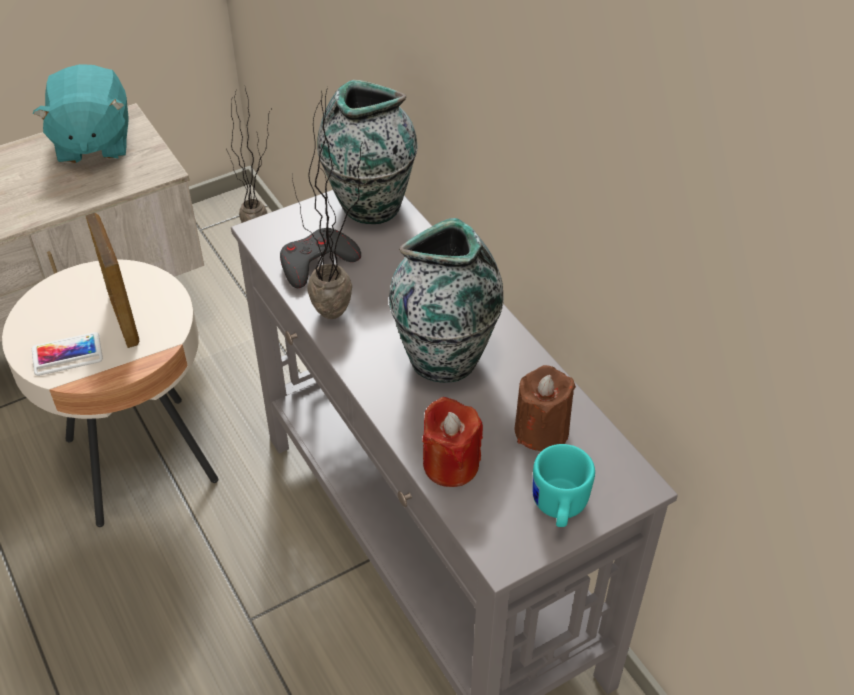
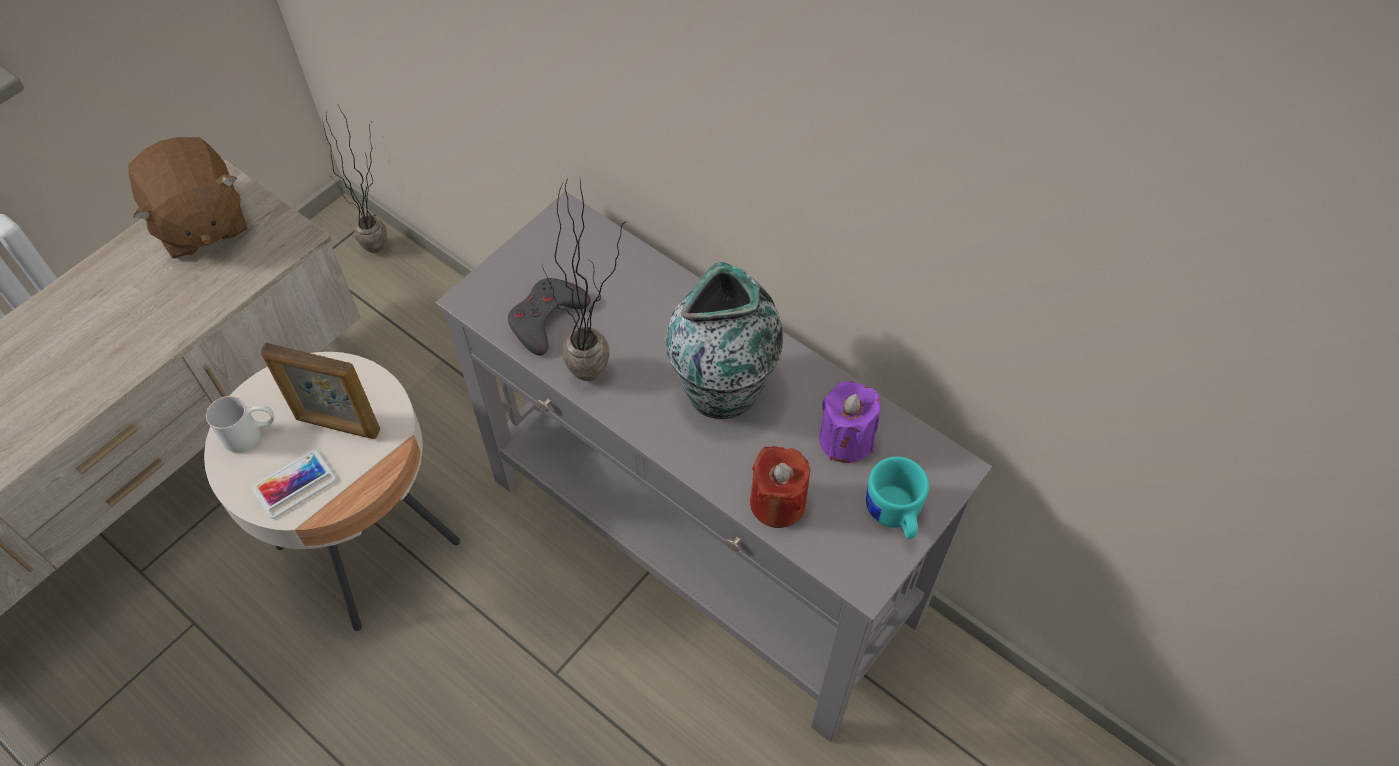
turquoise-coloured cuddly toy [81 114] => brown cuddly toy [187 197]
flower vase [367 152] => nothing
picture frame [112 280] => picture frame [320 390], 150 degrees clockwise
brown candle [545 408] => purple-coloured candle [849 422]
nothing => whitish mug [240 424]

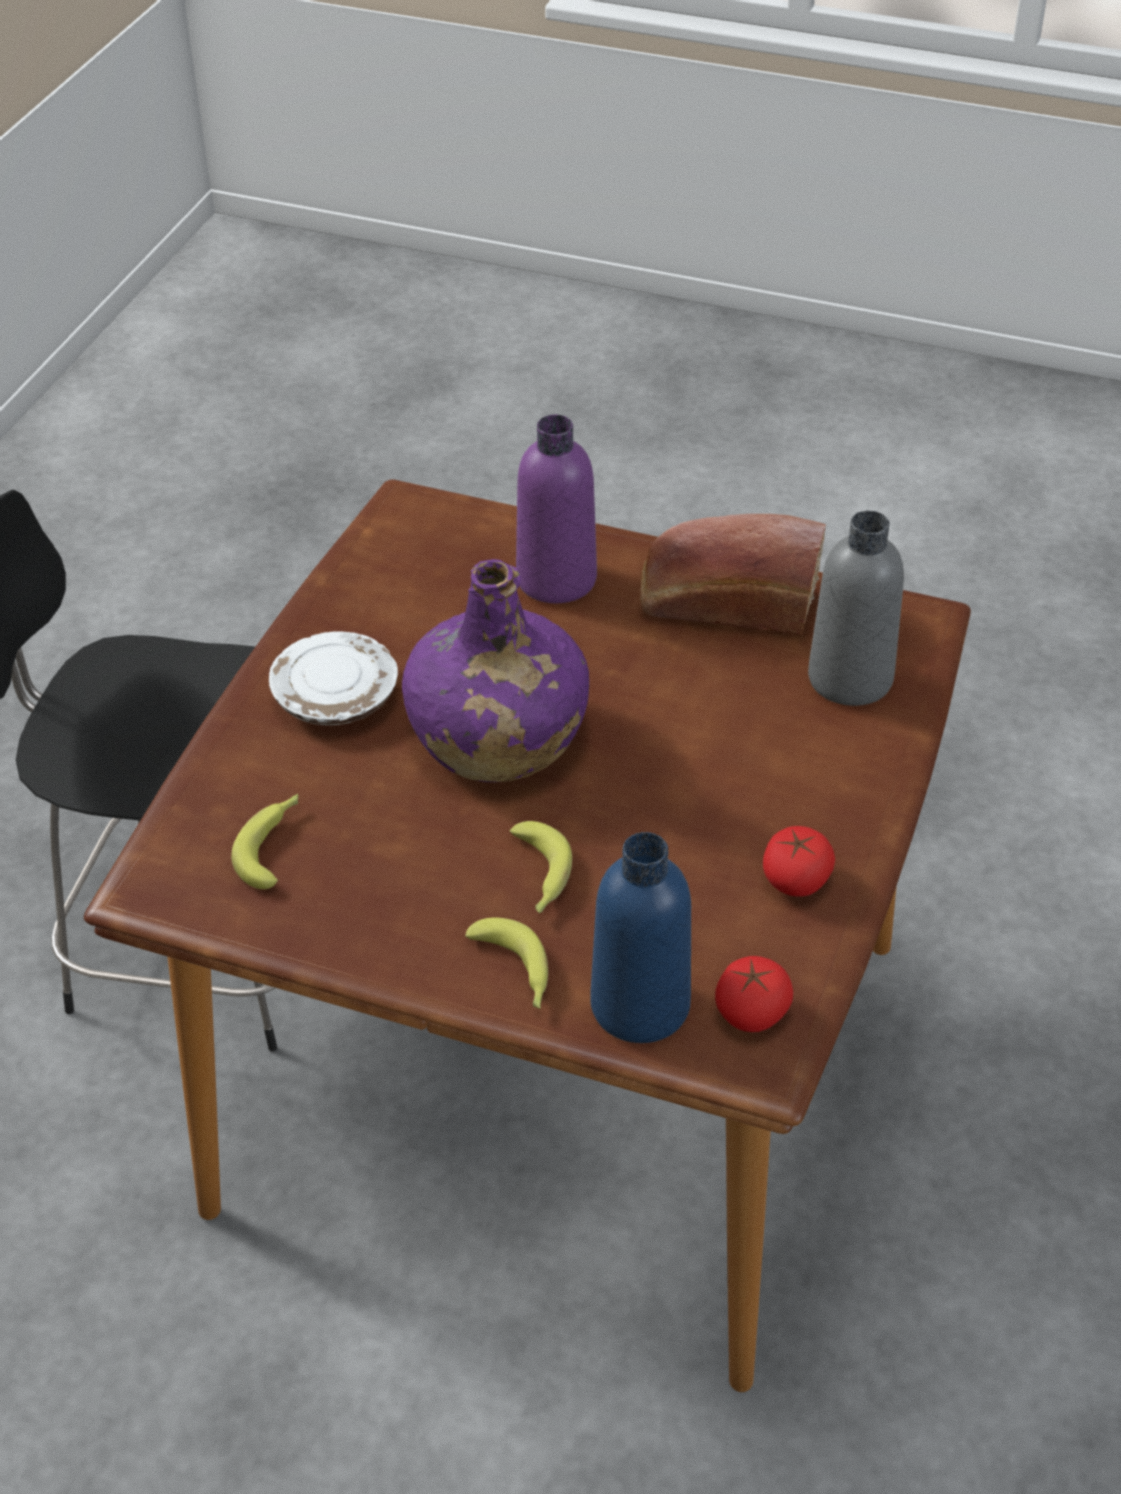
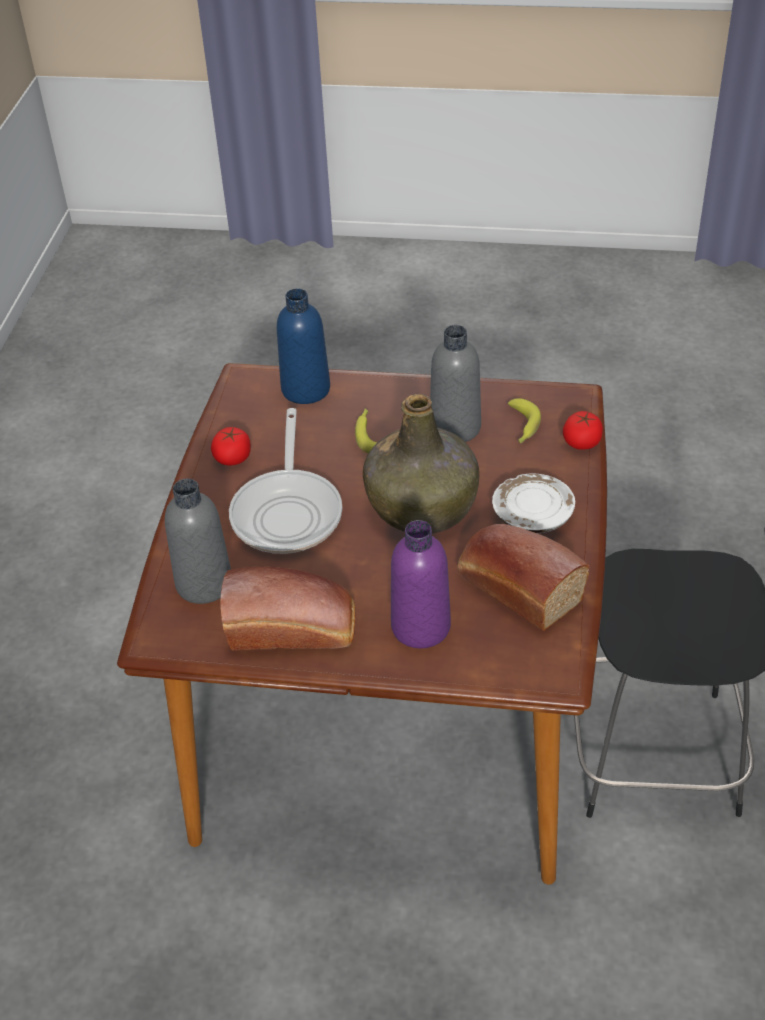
purple-coloured beverage bottle [495 670] => greenish beverage bottle [421 463]
whole banana [506 963] => nothing
fresh tomato [754 994] => fresh tomato [583 430], moved
nothing => grey beverage bottle [455 383]
nothing => skillet [285 481]
nothing => bread [523 577]

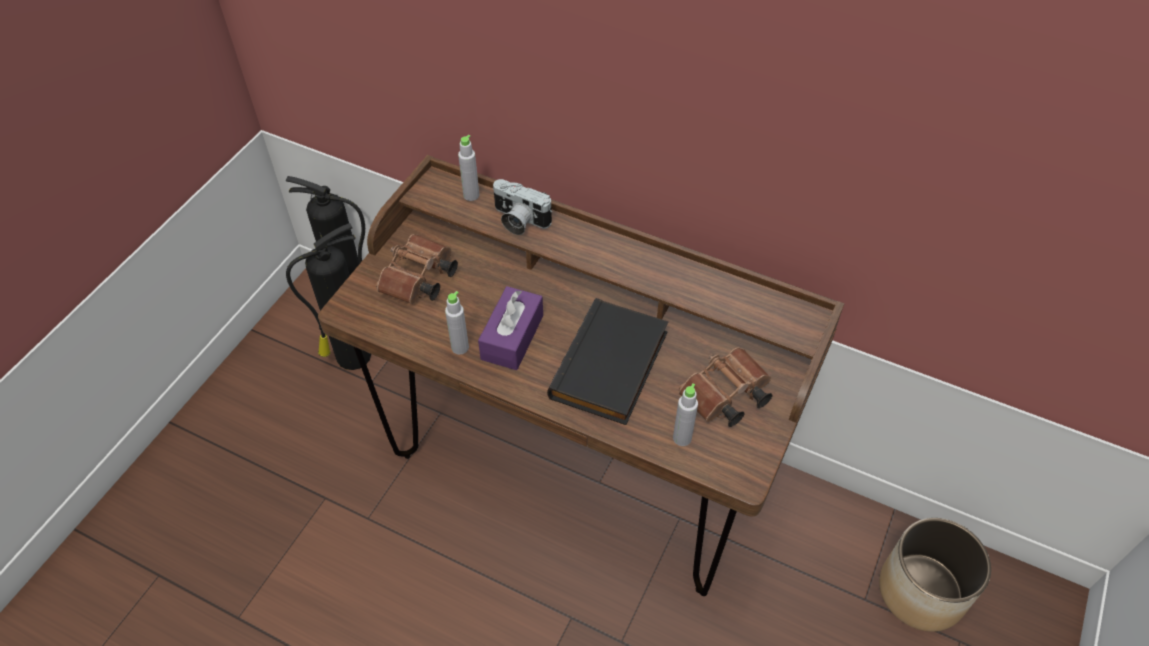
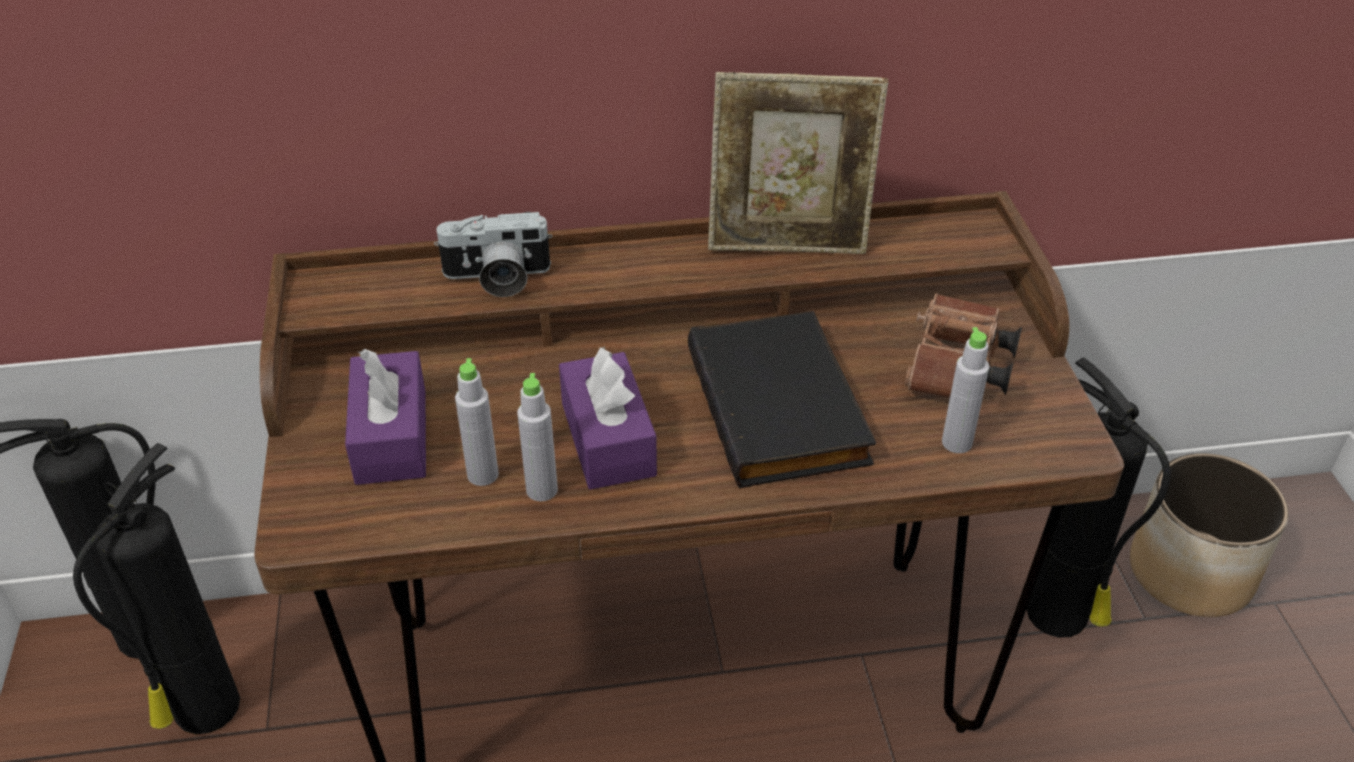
grey beverage bottle [468 168] => grey beverage bottle [477 422], moved
brown field glasses [417 269] => purple-coloured tissue holder [385 417]
nothing => picture frame [798 163]
nothing => fire extinguisher [1098 498]

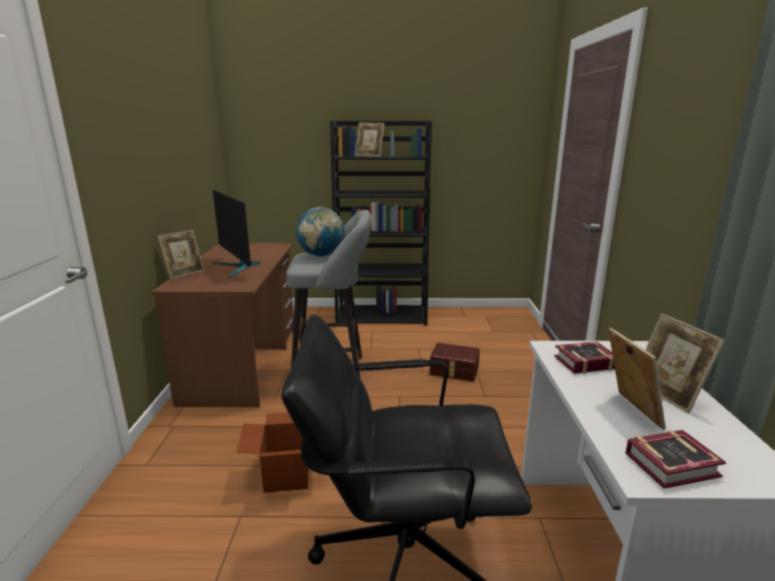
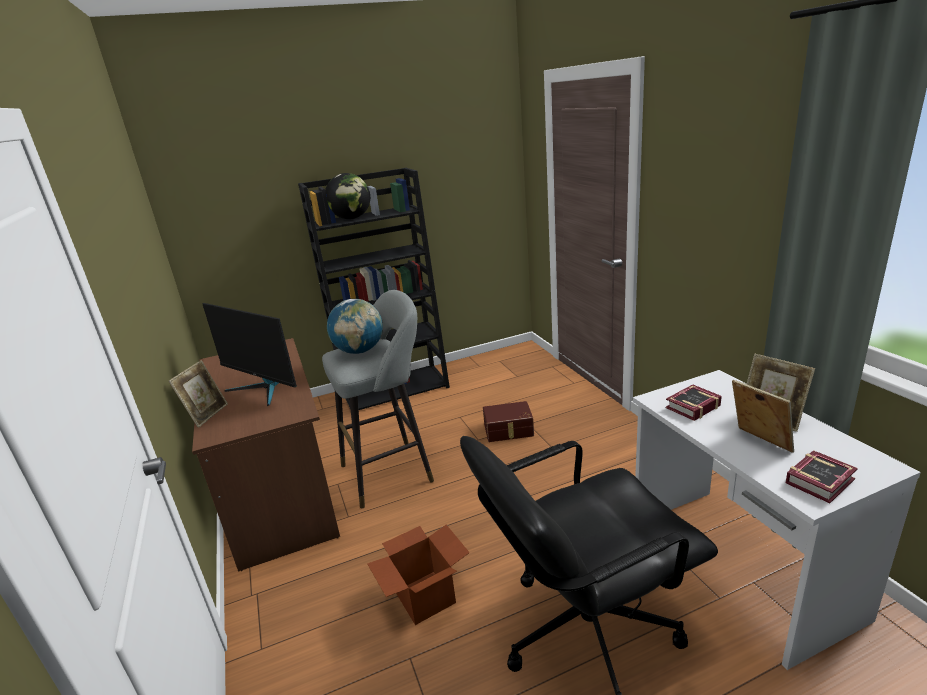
picture frame [370 139] => desk globe [347 196]

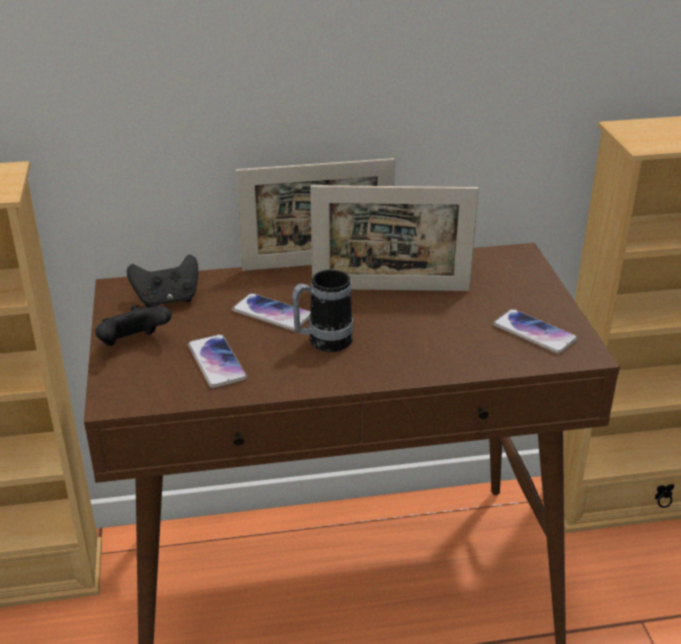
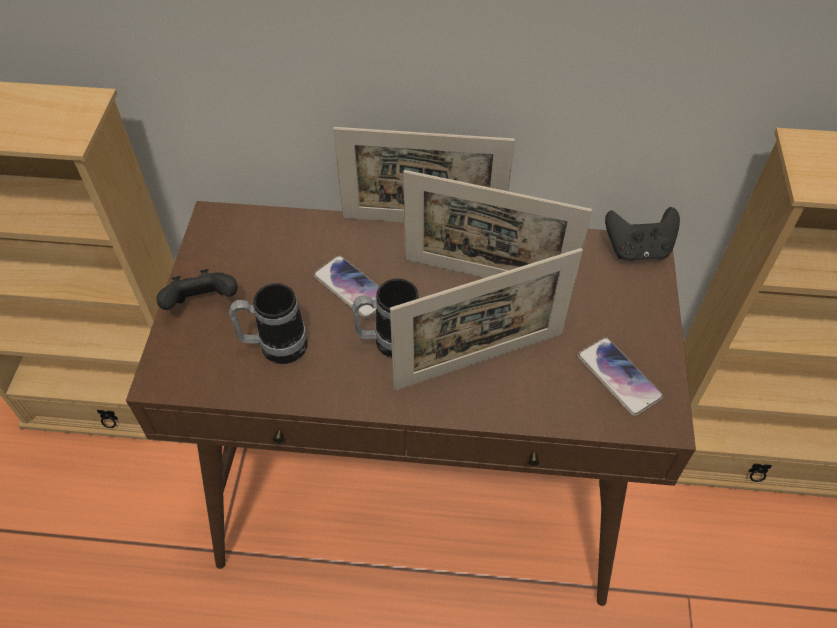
black joypad [162 280] => black joypad [642 234], moved
telephone [217 361] => mug [268 323]
nothing => picture frame [486 319]

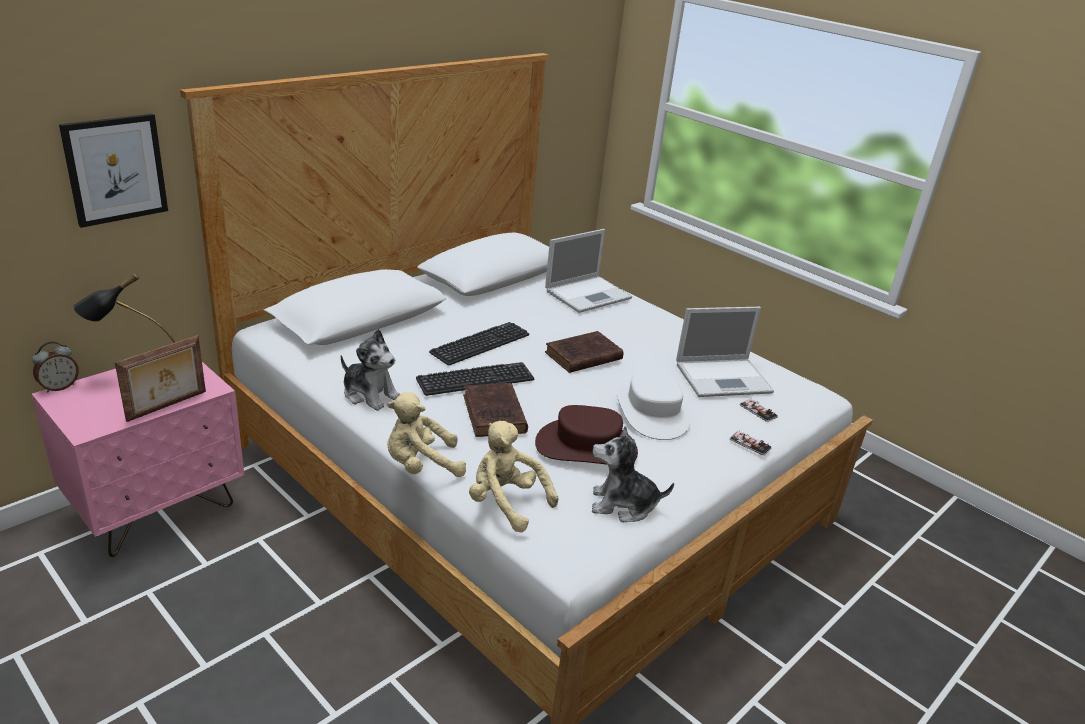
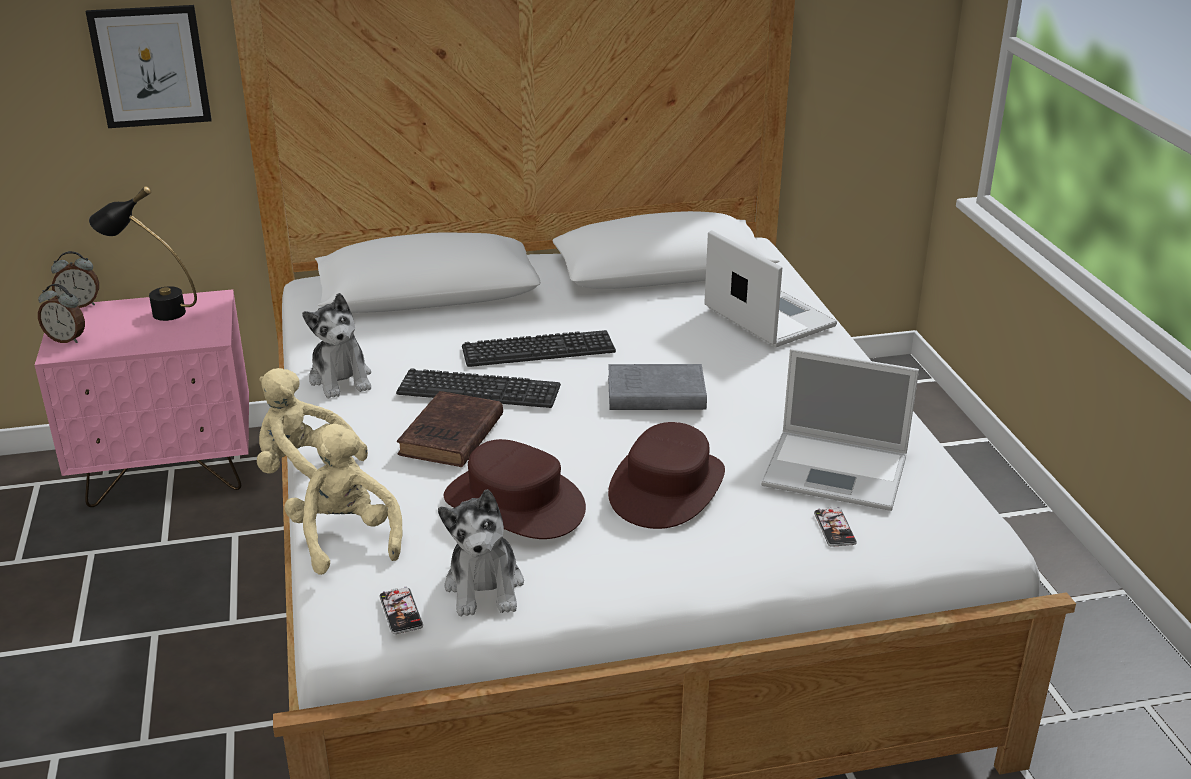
notebook computer [588 271] => notebook computer [770 288], 120 degrees counterclockwise
brown book [584 352] => grey book [657 387]
picture frame [160 378] => nothing
whitish clothing hat [653 404] => brown clothing hat [666 475]
cuddly toy [633 474] => cuddly toy [481 553], 135 degrees counterclockwise
telephone [751 442] => telephone [401 610], moved
nothing => table clock [61 313]

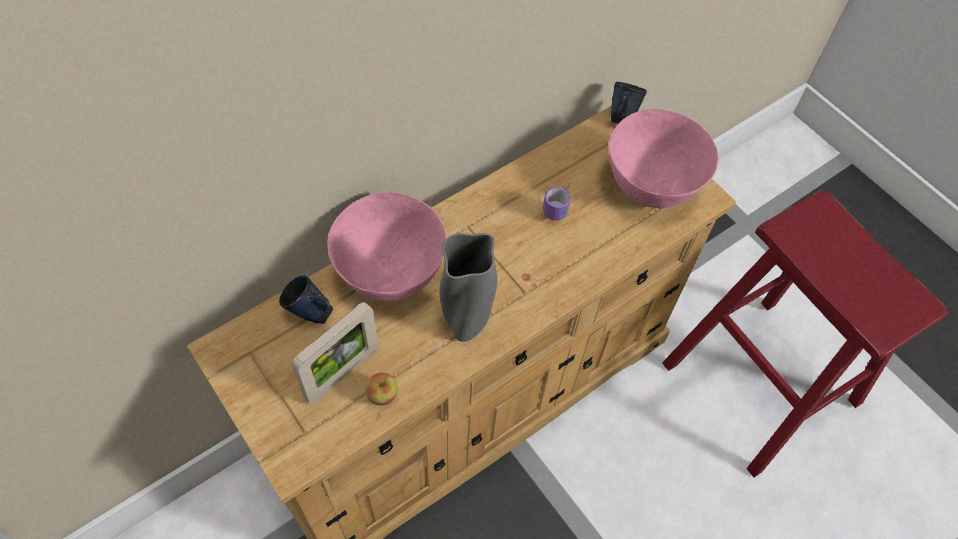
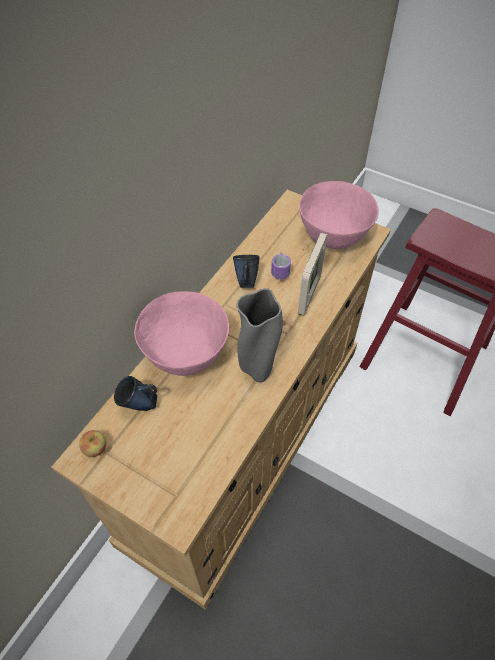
blue mug [629 103] => blue mug [246 271], moved
picture frame [335 353] => picture frame [313 274], moved
whole apple [381 389] => whole apple [92 443], moved

